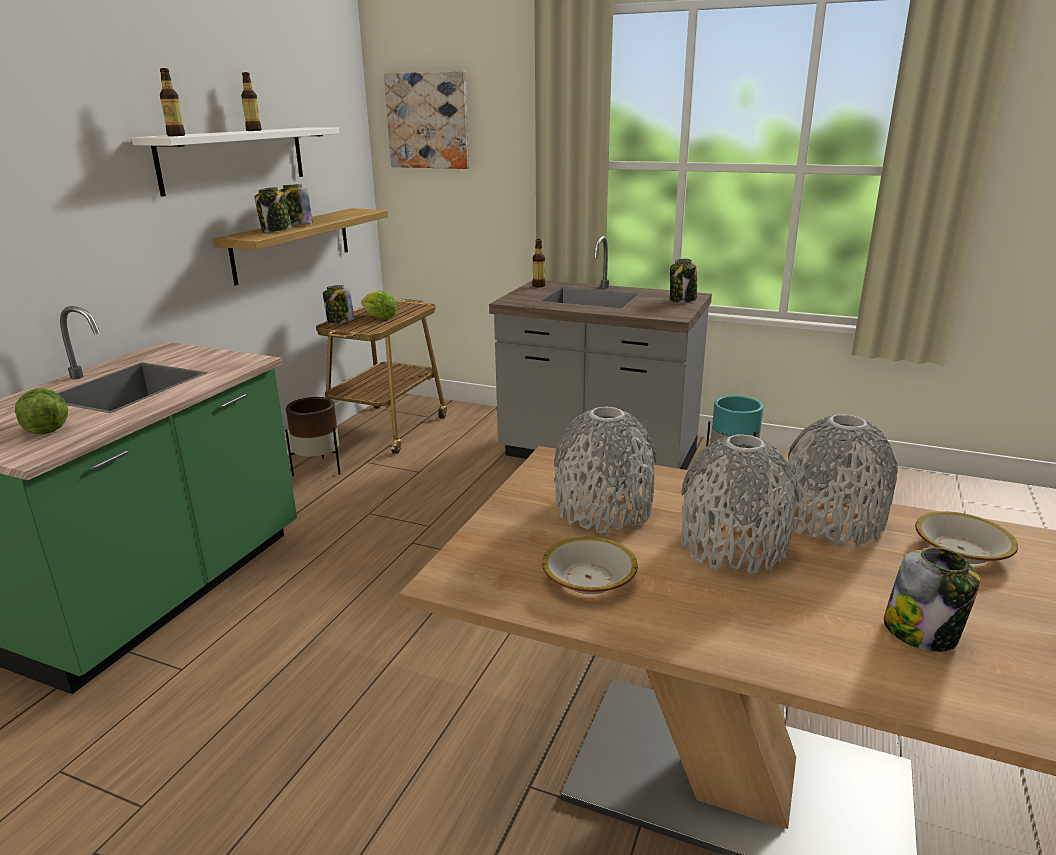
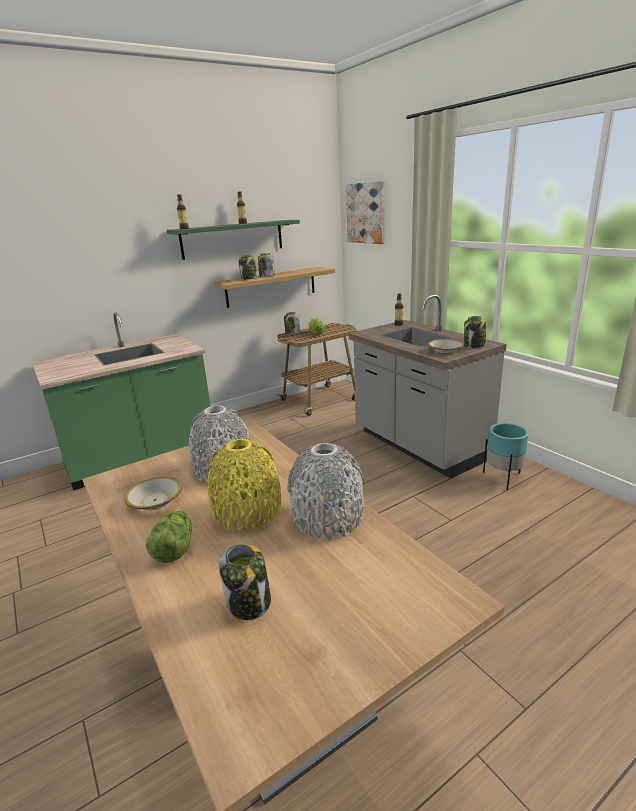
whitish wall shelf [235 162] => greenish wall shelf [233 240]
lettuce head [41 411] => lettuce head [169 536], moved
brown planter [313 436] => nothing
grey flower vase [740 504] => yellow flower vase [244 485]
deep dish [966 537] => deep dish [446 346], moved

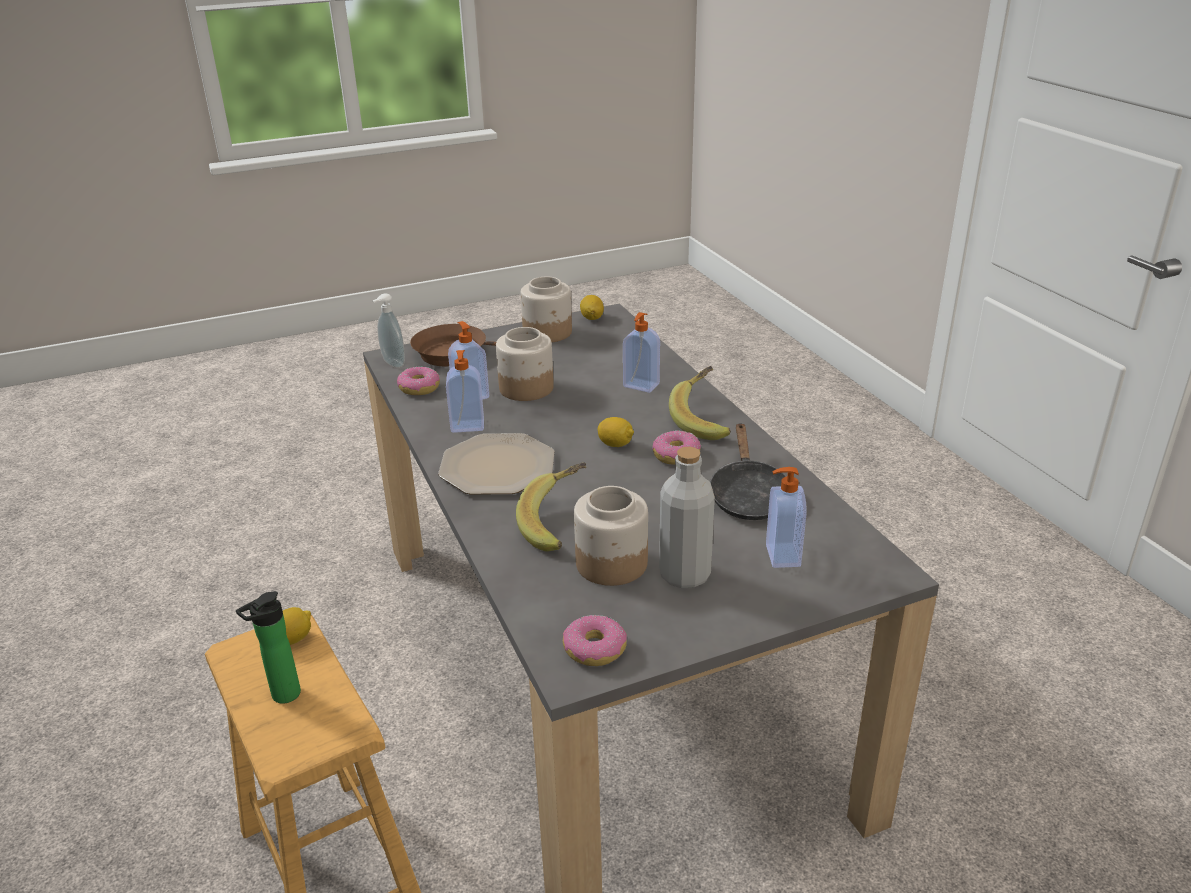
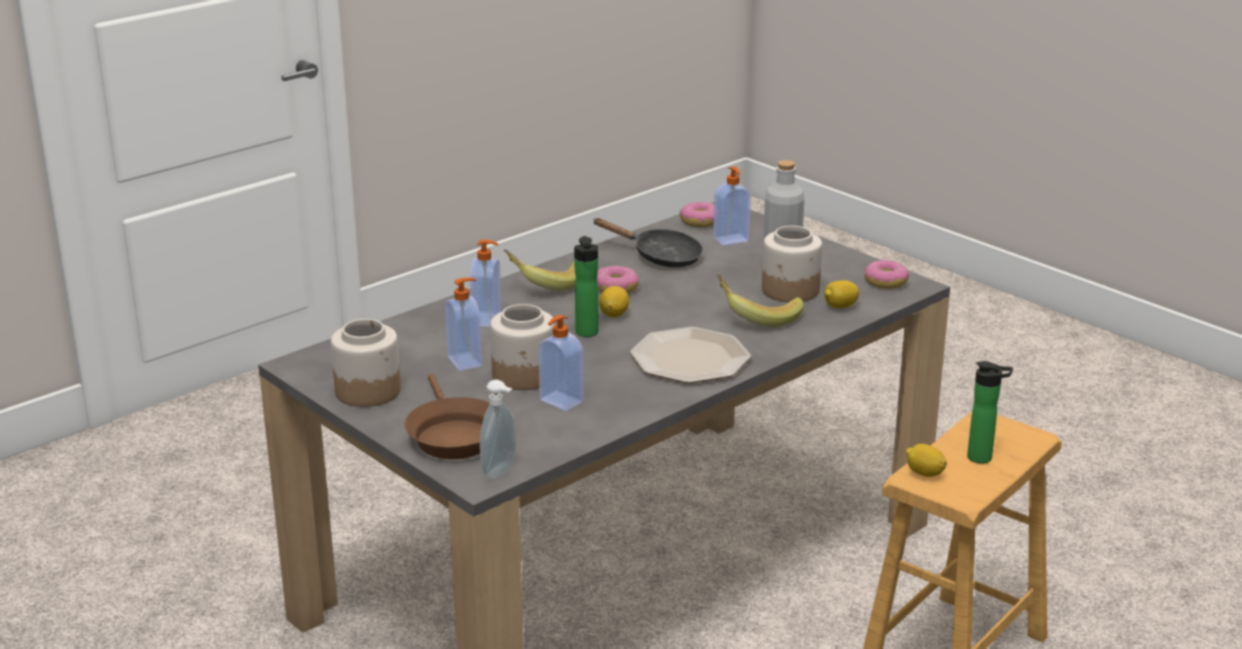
citrus fruit [592 307] => citrus fruit [841 294], moved
soap bottle [465 391] => soap bottle [463 324], moved
doughnut [418 381] => doughnut [697 214], moved
black skillet [748 471] => black skillet [648 242], 45 degrees clockwise
nothing => beverage bottle [586 286]

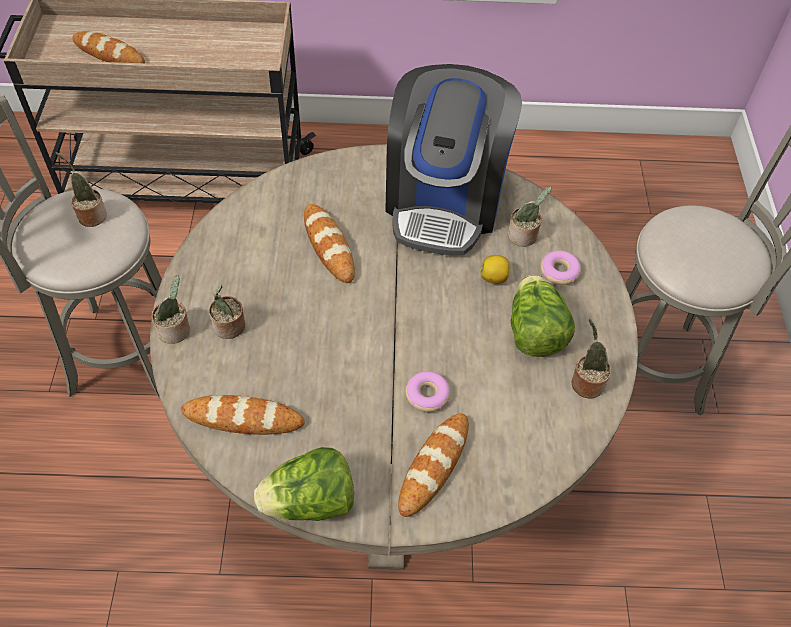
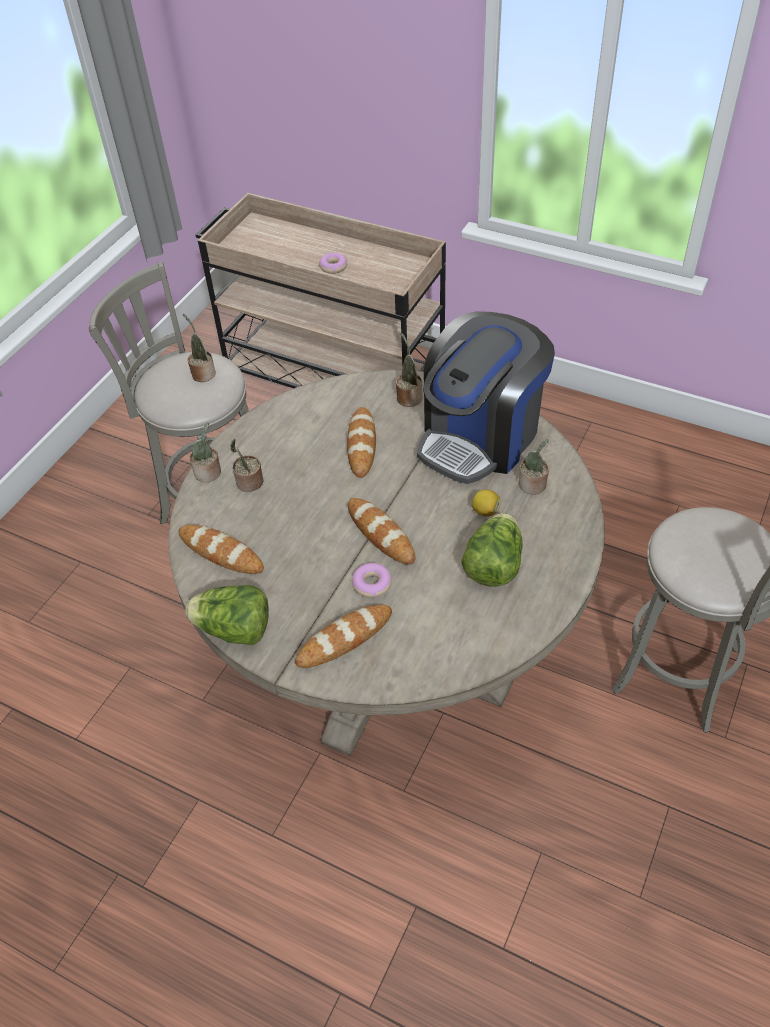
bread [108 47] => bread [381 531], moved
doughnut [560 268] => doughnut [333 263], moved
houseplant [591 359] => houseplant [409 370], moved

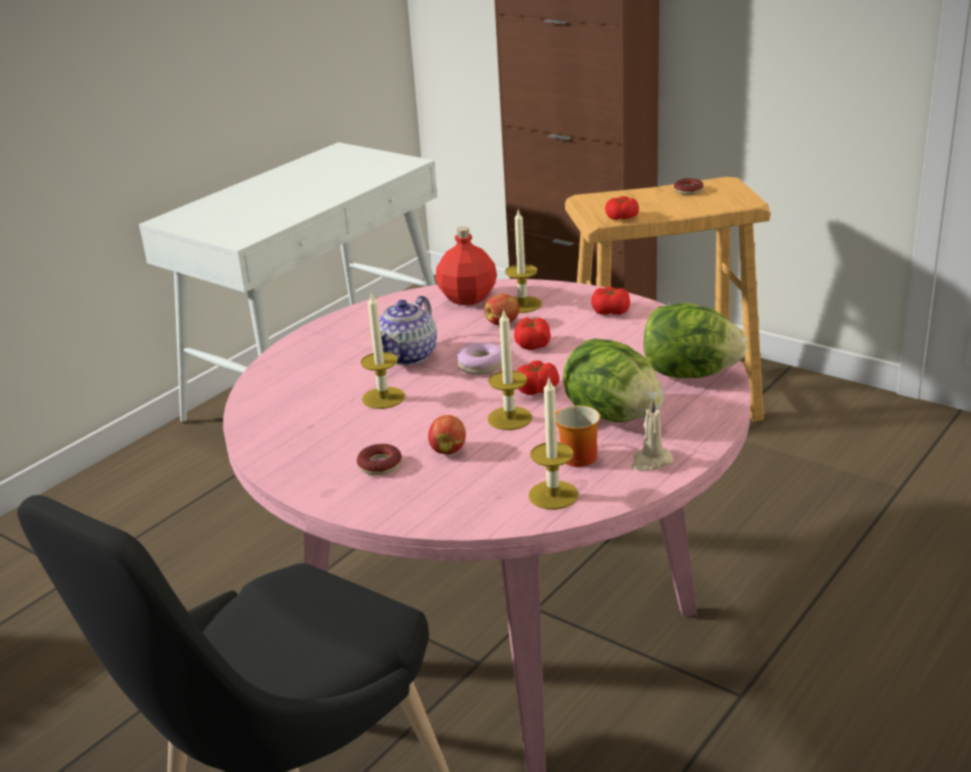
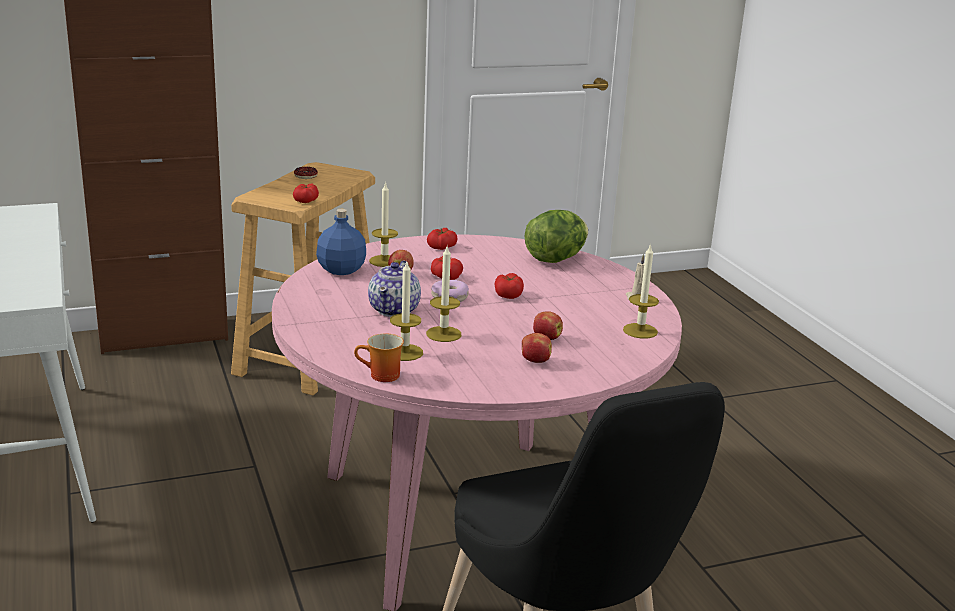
red beverage bottle [466 265] => blue beverage bottle [341 242]
tea pot [408 331] => tea pot [394 288], 45 degrees clockwise
candle [509 369] => candle [406 311], moved
lettuce head [613 380] => nothing
mug [578 436] => mug [379 357], moved
doughnut [379 459] => whole apple [537 348]

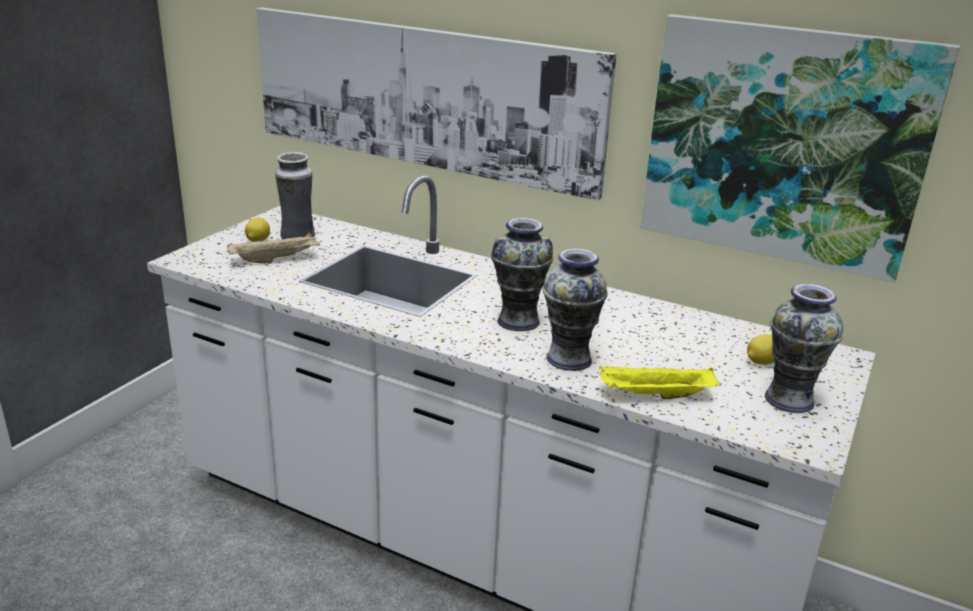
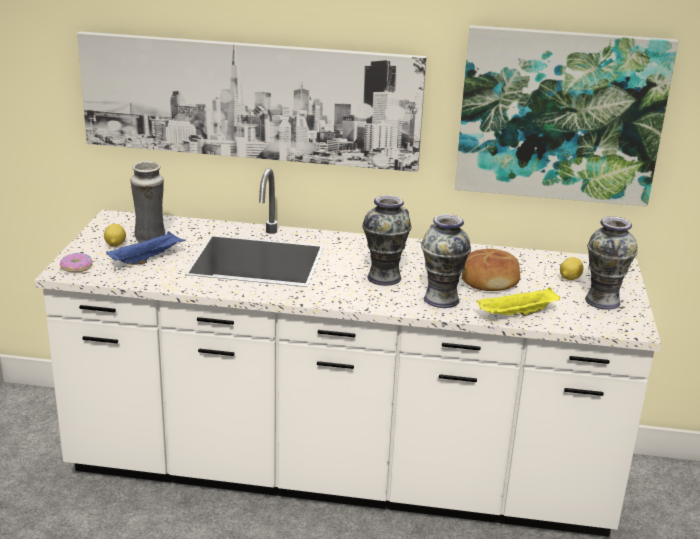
beige tray [273 248] => blue tray [146 248]
nothing => bread [491 270]
nothing => doughnut [76 262]

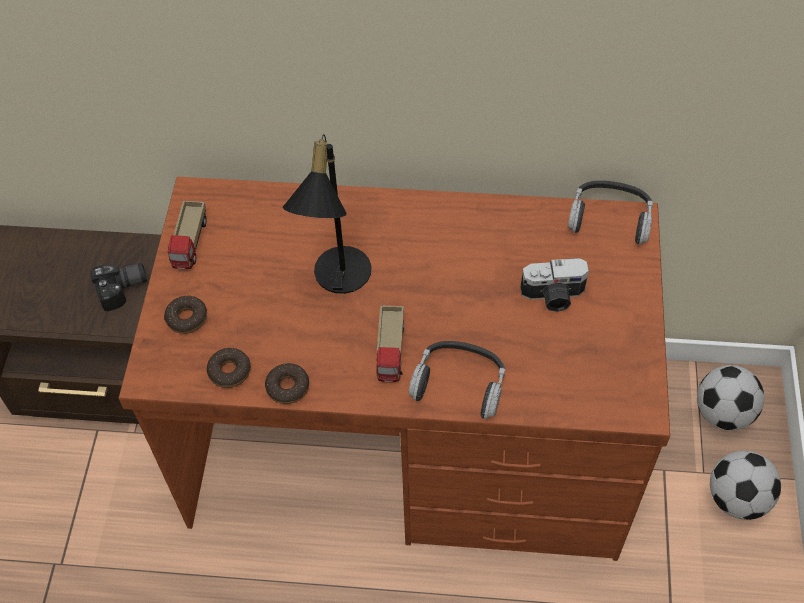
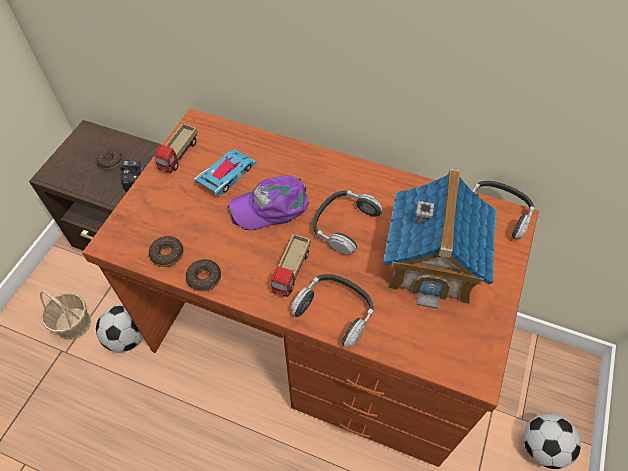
black lamp for a table [327 214] => purple-coloured peaked cap [269 202]
still camera [555 285] => miniature house [440 239]
doughnut [185 315] => doughnut [109 159], moved
football ball [730 398] => football ball [119 328], moved
nothing => model car [225 172]
nothing => pair of headphones [348 222]
nothing => basket [65 315]

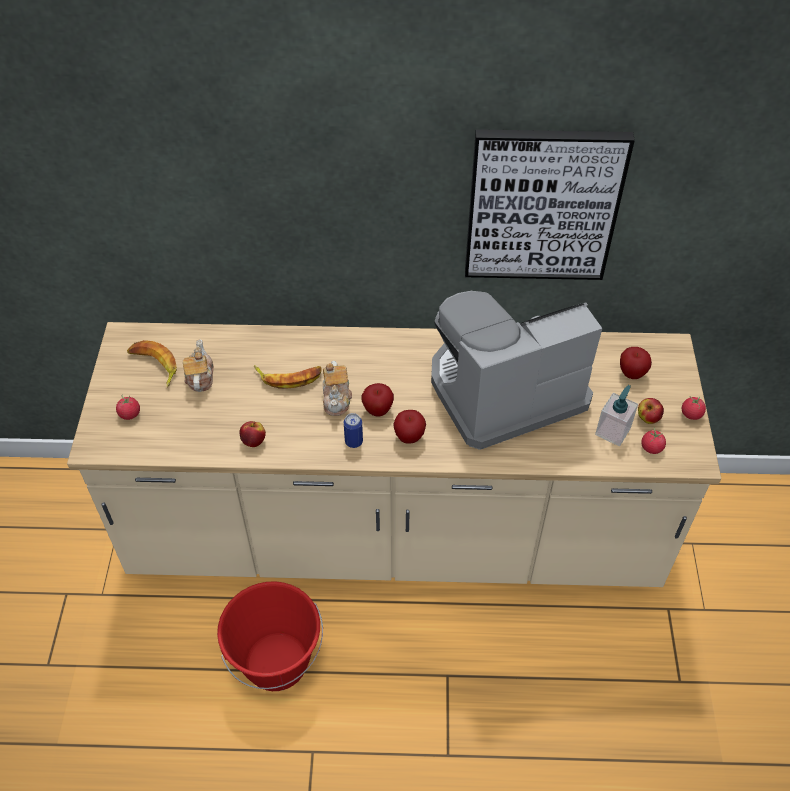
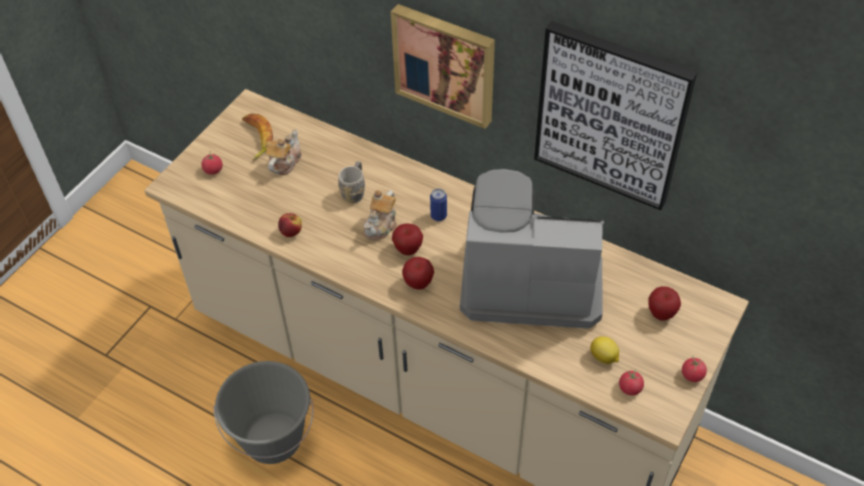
whole banana [288 377] => grey mug [351 182]
soap bottle [616 415] => citrus fruit [604 350]
whole apple [651 411] => nothing
can [353 430] => can [438 204], moved
red water bucket [270 636] => grey water bucket [263 412]
nothing => wall art [443 66]

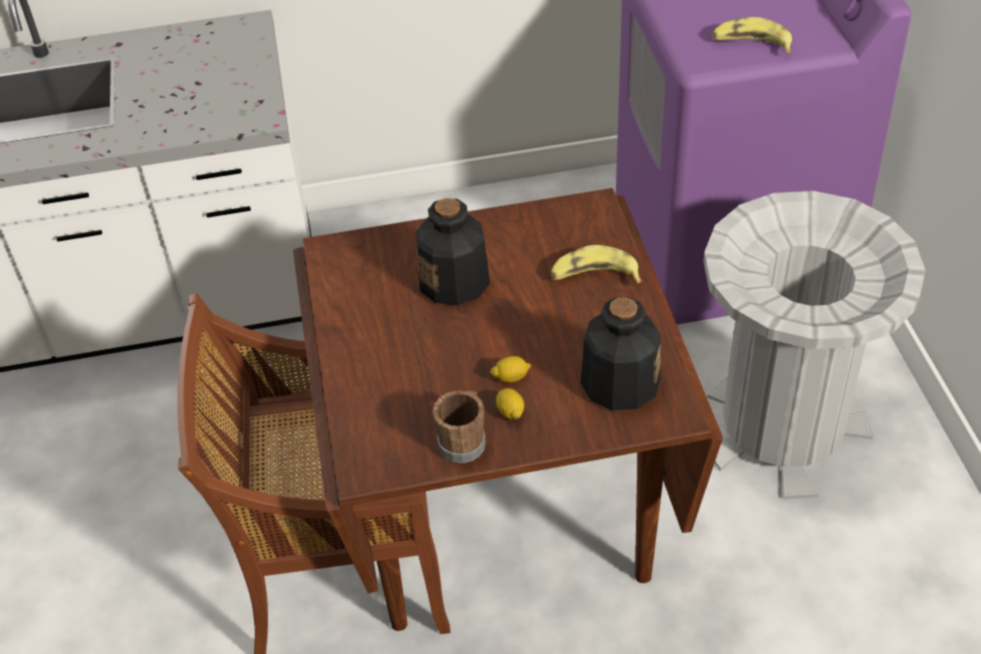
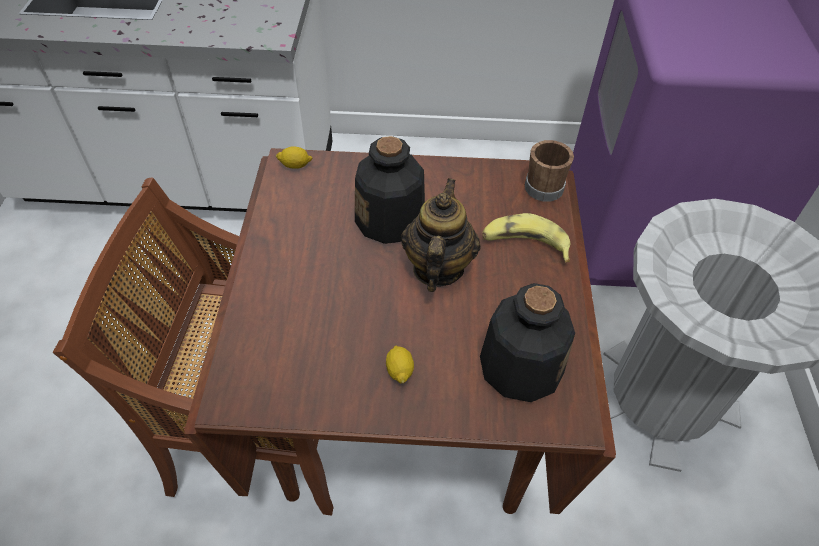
whole banana [752 35] => nothing
citrus fruit [510 369] => citrus fruit [294 157], moved
brown mug [459 426] => brown mug [549 171], moved
nothing => tea pot [441 235]

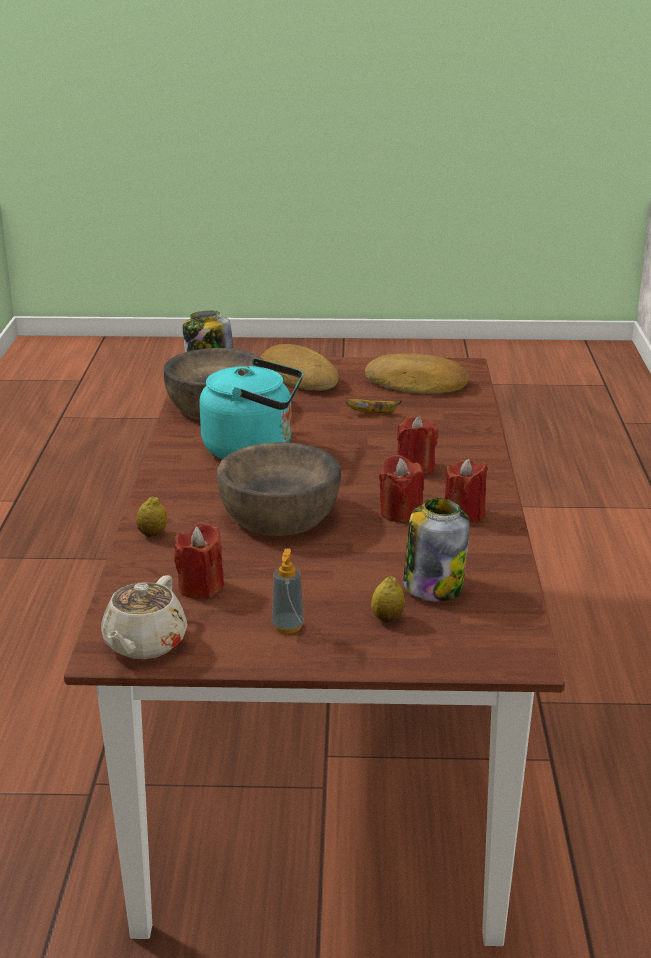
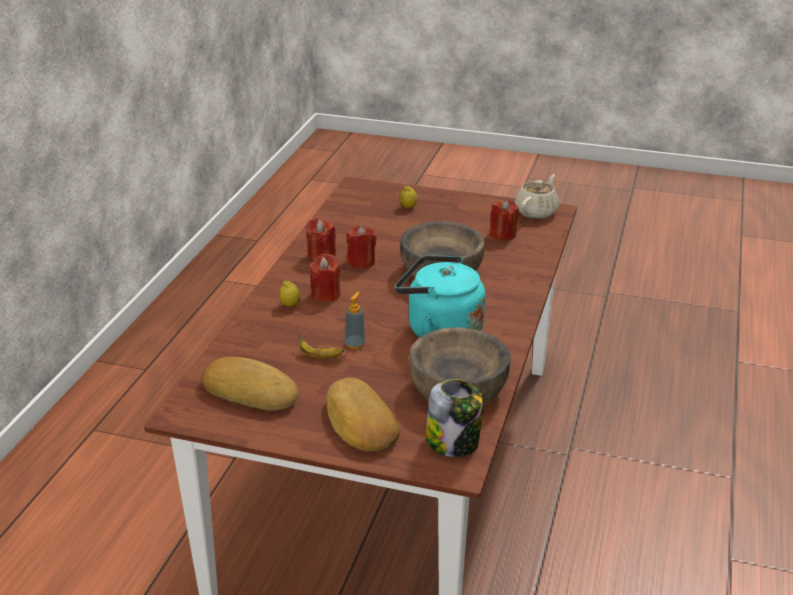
citrus fruit [151 516] => citrus fruit [290 293], moved
storage jar [436 549] => nothing
soap bottle [288 591] => soap bottle [355 320], moved

